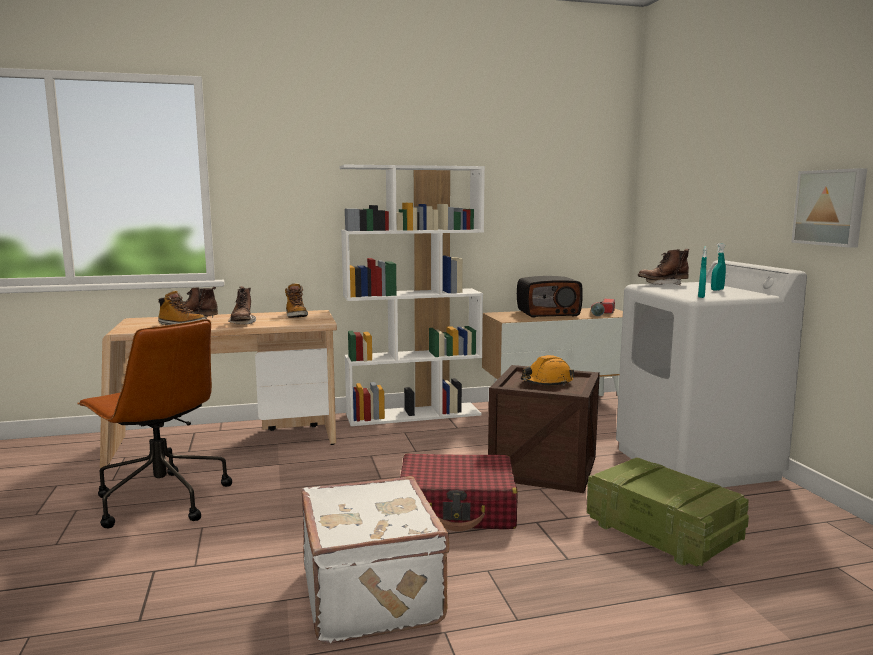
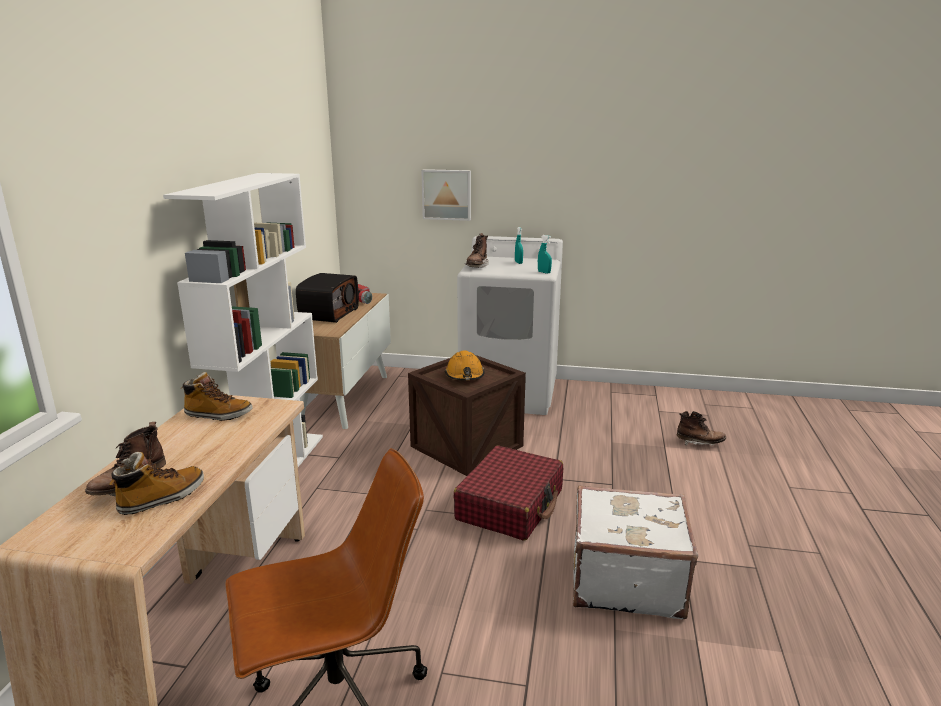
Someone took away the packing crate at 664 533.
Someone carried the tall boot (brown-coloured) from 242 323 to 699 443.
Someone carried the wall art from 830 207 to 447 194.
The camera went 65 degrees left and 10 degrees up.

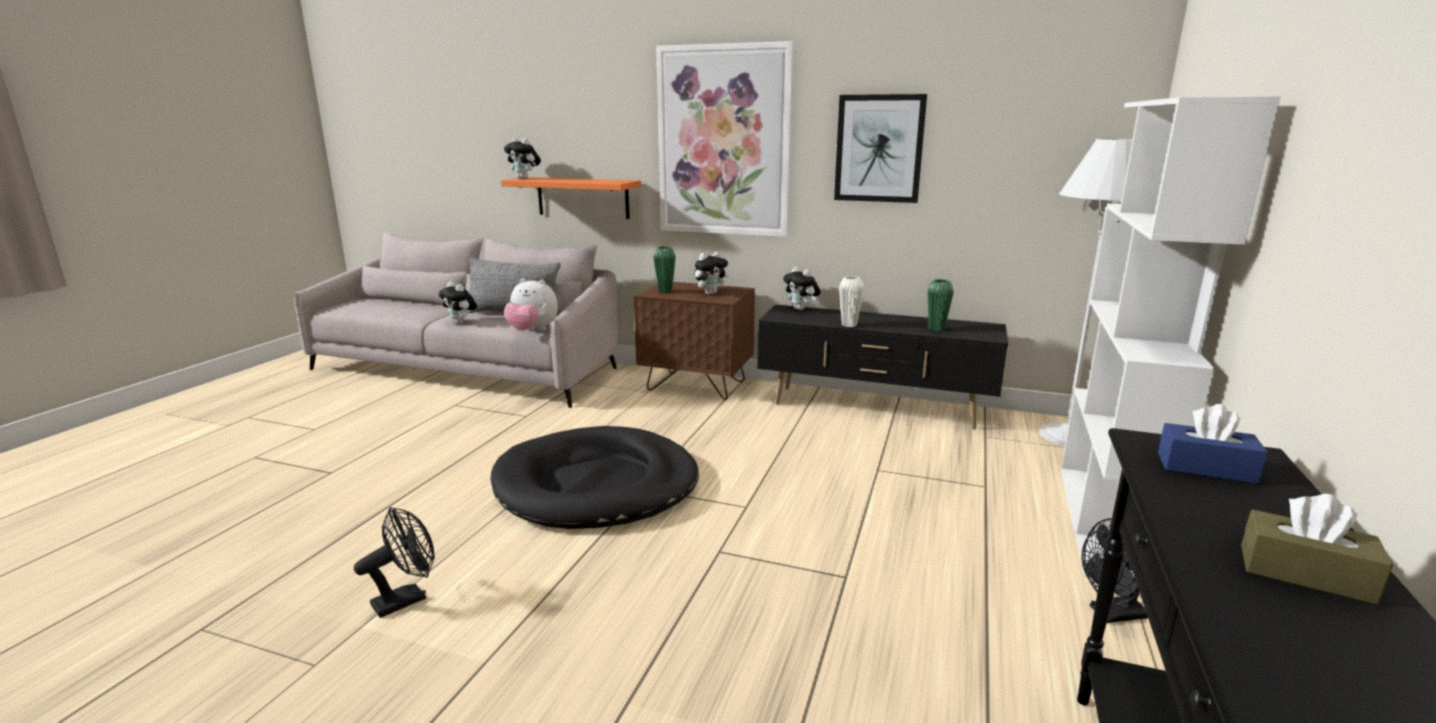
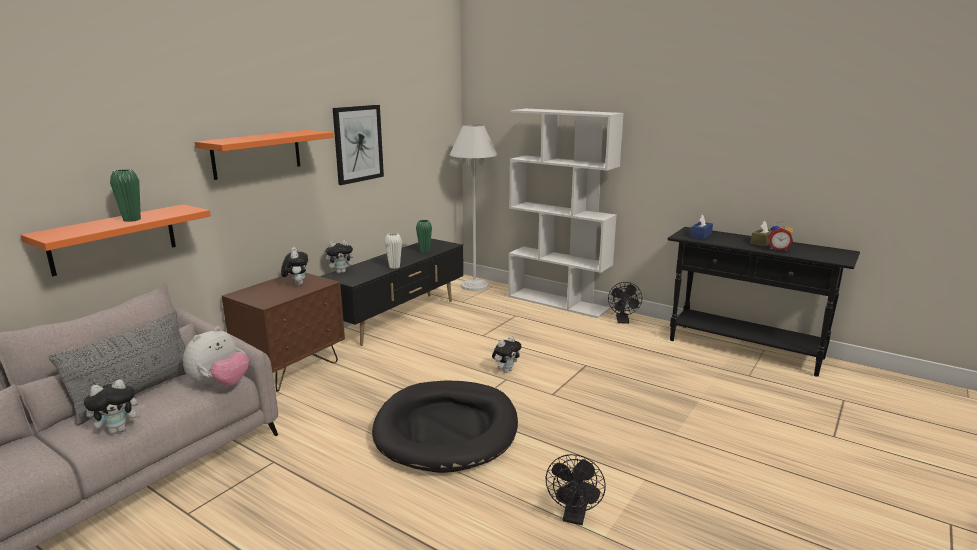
Someone put down the alarm clock at 778 249.
Someone carried the cuddly toy from 524 178 to 506 370.
Someone carried the decorative vase (greenish) from 665 291 to 132 220.
Someone swapped the wall art at 724 142 for the shelf (orange-coloured) at 257 154.
Someone rotated the cooling fan (black-coloured) at 407 598 by 135 degrees counterclockwise.
The camera went 75 degrees left and 0 degrees up.

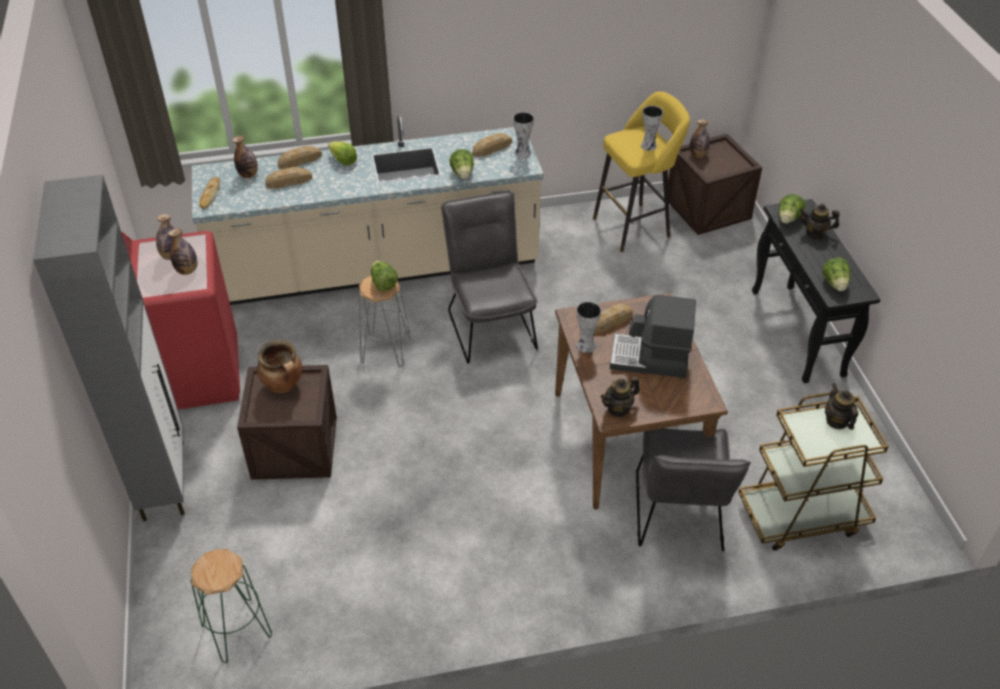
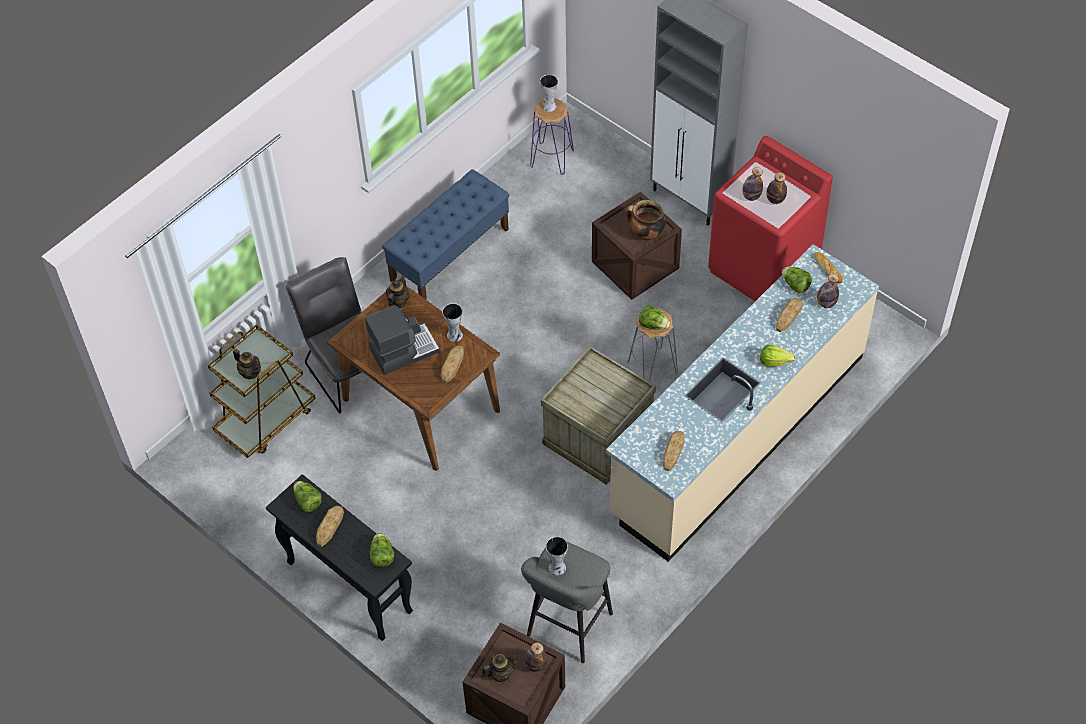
Someone put down the indoor bench (blue) at 450 254.
Someone carried the baked bread from 300 161 to 330 527.
Someone carried the lettuce head from 463 174 to 795 285.
Someone carried the decorative vase from 523 154 to 548 106.
Someone carried the pot for tea from 815 233 to 500 673.
Someone swapped the plain chair (grey) at 490 325 for the packing crate at 598 438.
Someone repainted the stool seat (greenish) at 236 630, which became the stool seat (purple-coloured) at 552 158.
Someone repainted the stool seat (yellowish) at 635 226, which became the stool seat (grey) at 567 628.
The camera went 145 degrees right and 10 degrees up.

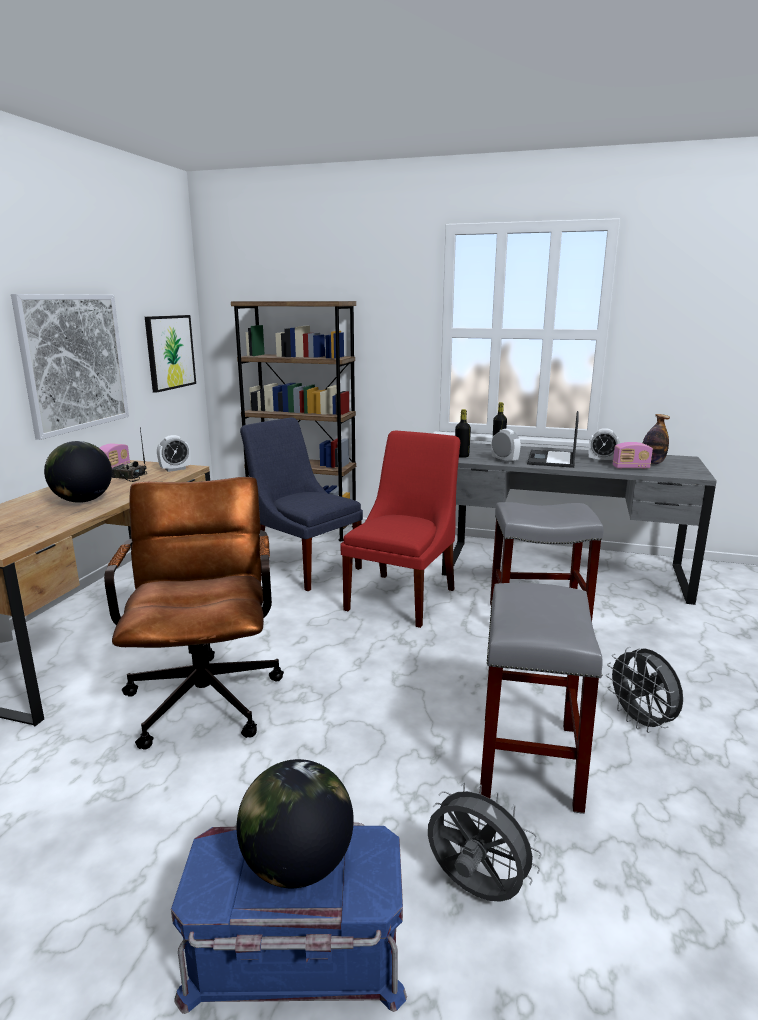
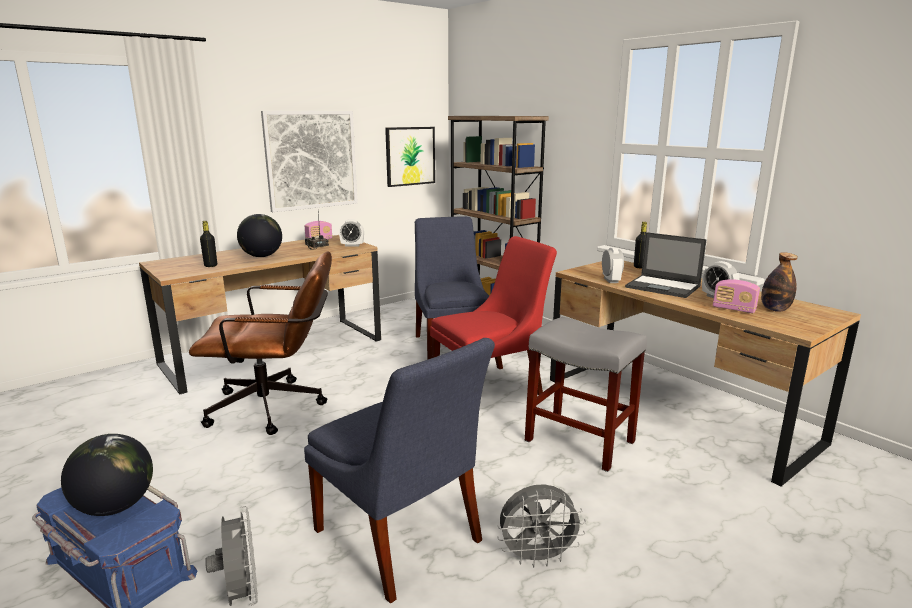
Someone carried the drink bottle (black-coloured) from 461 456 to 210 265.
Someone swapped the stool seat (grey) at 530 761 for the plain chair (blue) at 400 540.
Someone repainted the desk unit (grey) at 563 570, which became the desk unit (brown-coloured) at 674 409.
Someone rotated the computer chair (brown-coloured) at 206 692 by 60 degrees clockwise.
Someone rotated the notebook computer at 551 459 by 105 degrees counterclockwise.
Someone rotated the cooling fan (grey) at 641 722 by 105 degrees counterclockwise.
The camera went 35 degrees right and 0 degrees up.

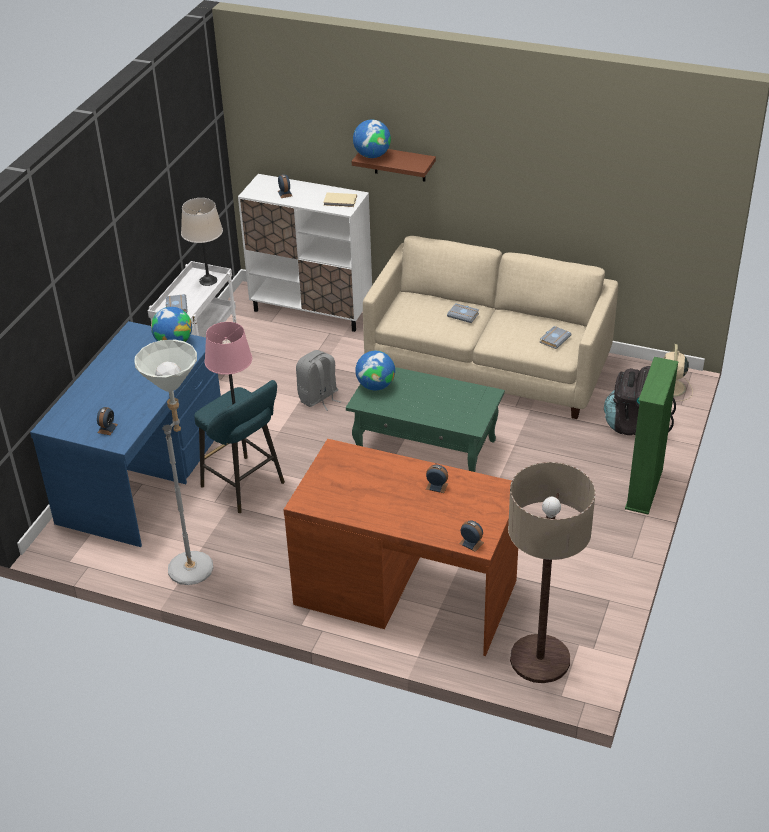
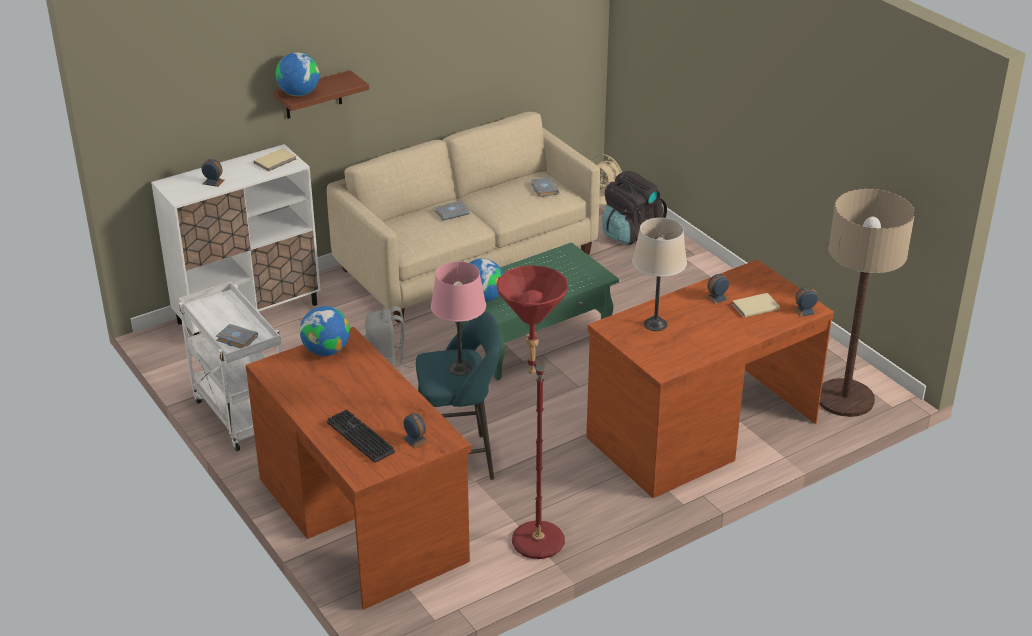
Someone took away the bookcase (greenish) at 644 489.
Someone put down the computer keyboard at 358 437.
Someone put down the volume (beige-coloured) at 754 306.
Someone carried the tabletop lamp (beige-coloured) from 208 280 to 655 324.
Someone repainted the desk unit (blue) at 144 475, which became the desk unit (brown-coloured) at 362 517.
Someone repainted the standing lamp (grey) at 196 562, which became the standing lamp (reddish) at 532 534.
The camera went 55 degrees left and 5 degrees down.

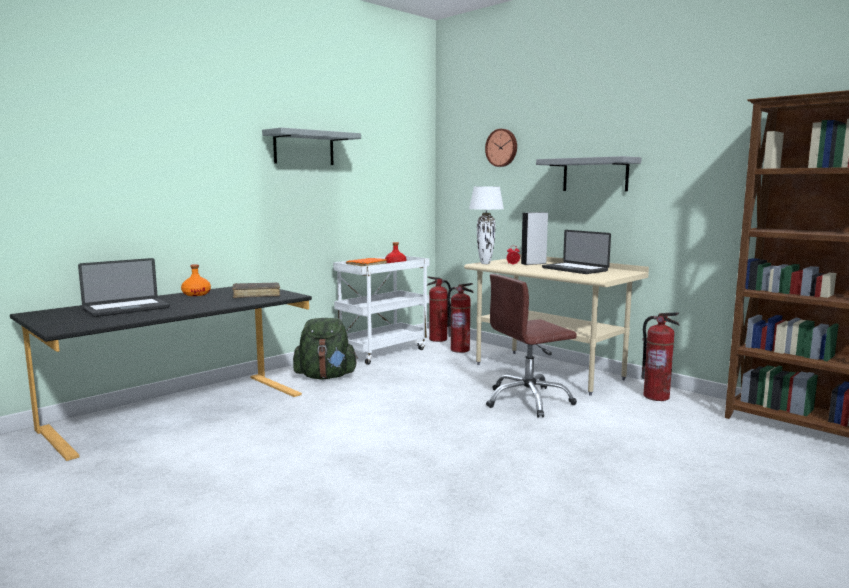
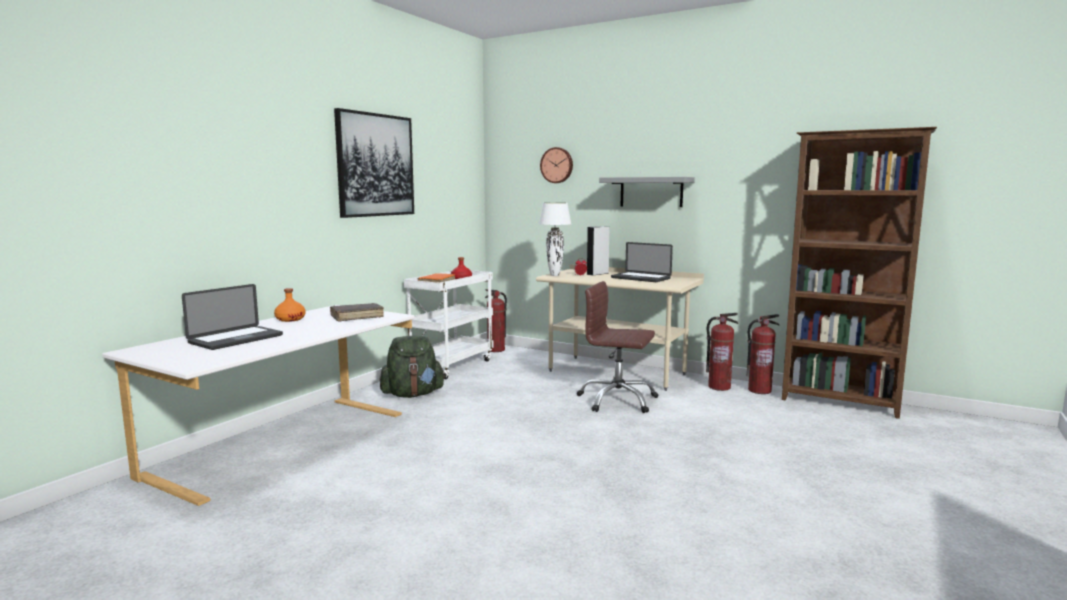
Someone carried the fire-fighting cylinder from 460 350 to 759 390.
Someone swapped the shelf (grey) at 304 148 for the wall art at 375 165.
Someone repainted the desk unit (black-coloured) at 180 413, which became the desk unit (white-coloured) at 287 444.
Someone rotated the computer chair (brown-coloured) at 528 401 by 60 degrees clockwise.
The camera went 15 degrees left and 0 degrees up.

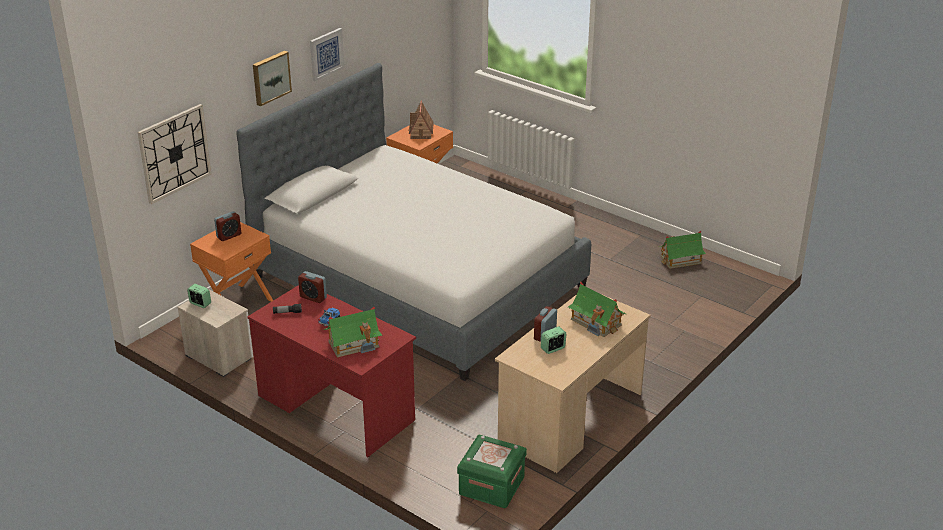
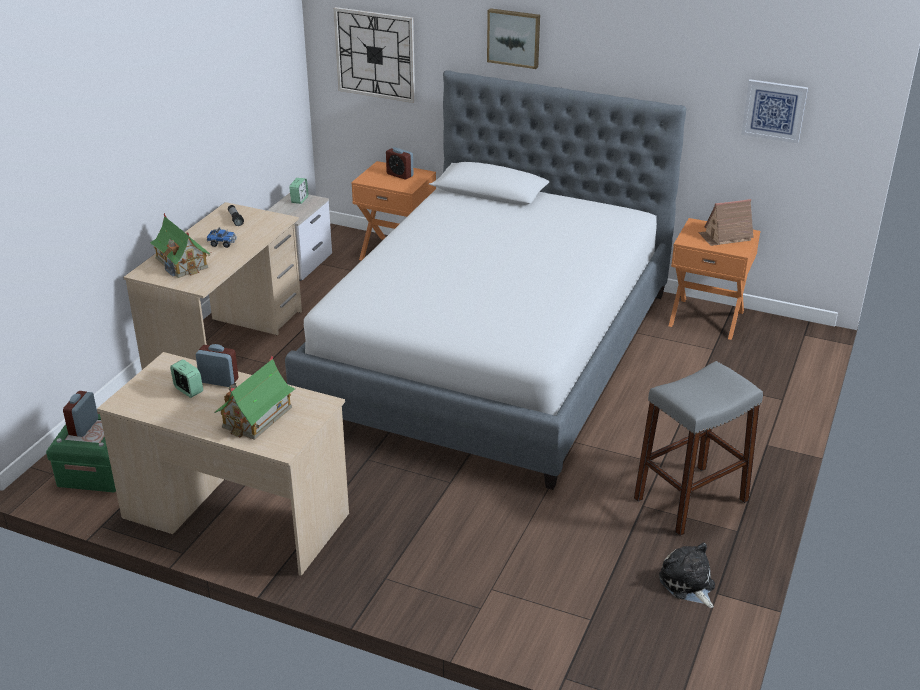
Someone put down the stool seat (grey) at 690 499.
Someone carried the alarm clock from 313 297 to 83 427.
Someone carried the wall art from 326 54 to 774 110.
Someone swapped the miniature house at 680 260 for the cuddly toy at 688 584.
Someone repainted the desk unit (reddish) at 335 408, which became the desk unit (beige-coloured) at 226 344.
The camera went 75 degrees right and 0 degrees up.

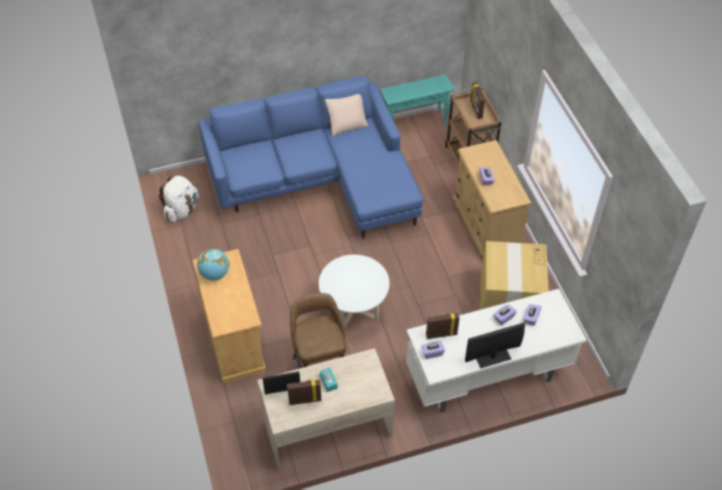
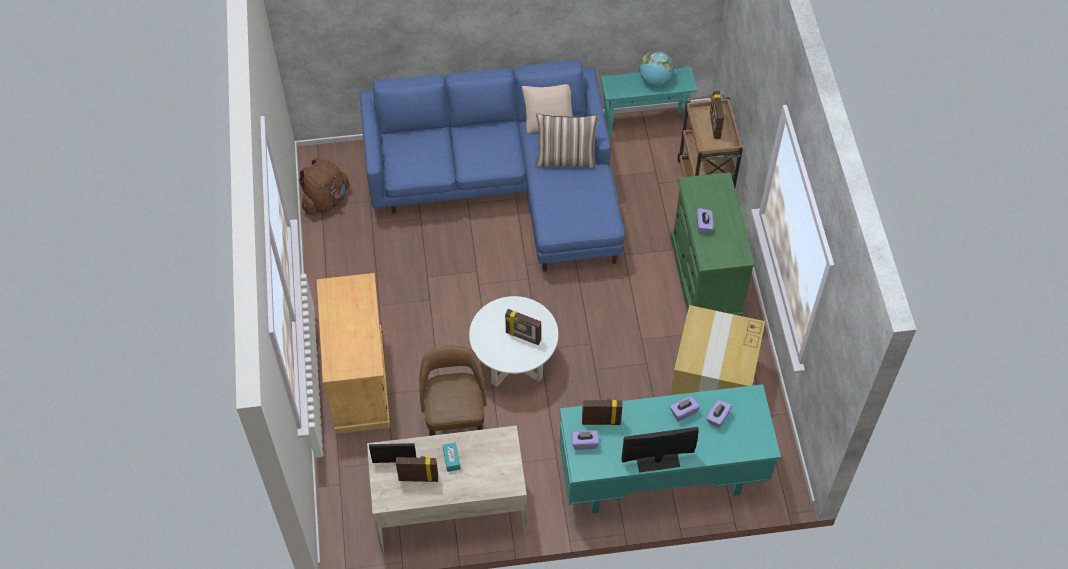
Someone put down the standing frame at 523 337.
Someone put down the cushion at 566 159.
Someone carried the desk globe from 215 274 to 655 79.
Someone repainted the knapsack (white-coloured) at 182 210, which became the knapsack (brown-coloured) at 326 200.
Someone repainted the desk unit (white-coloured) at 487 378, which became the desk unit (blue-green) at 661 479.
Someone repainted the drawer chest (beige-coloured) at 485 226, which became the drawer chest (greenish) at 705 278.
The camera went 10 degrees right and 5 degrees up.

